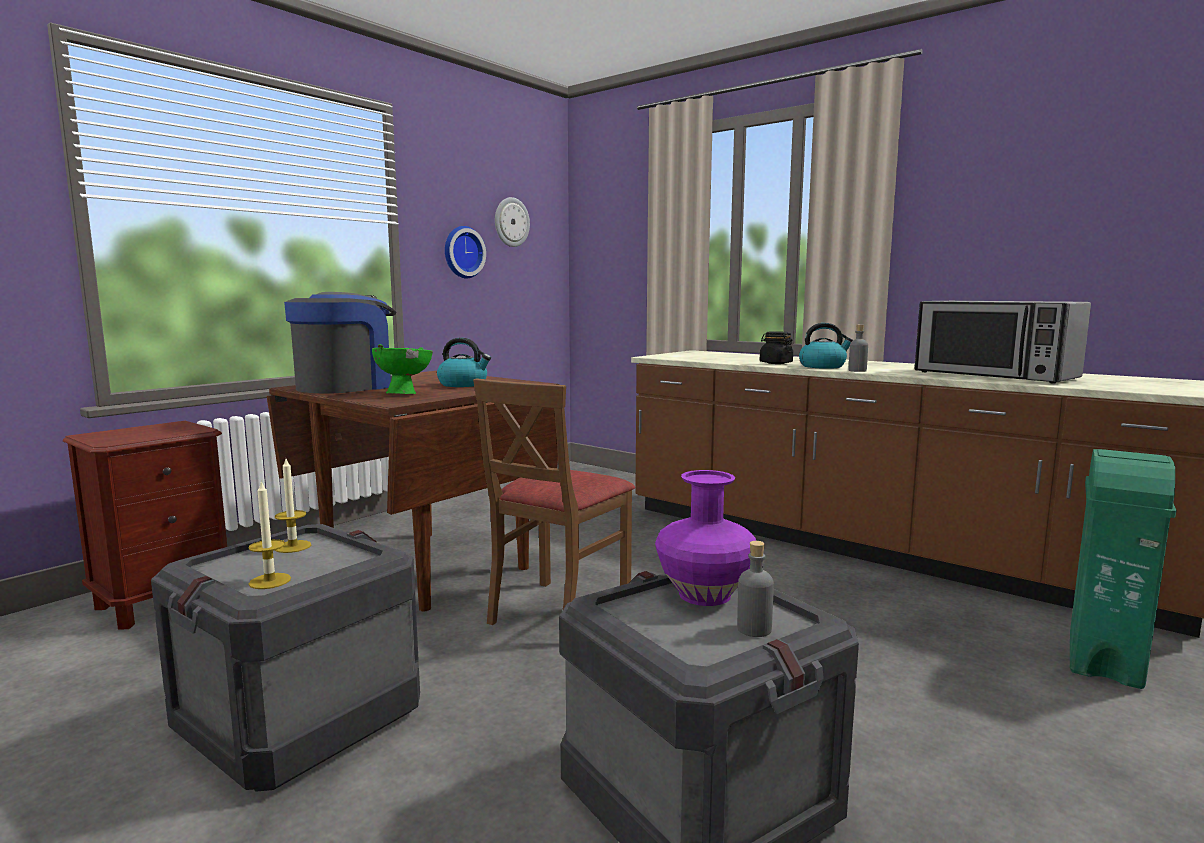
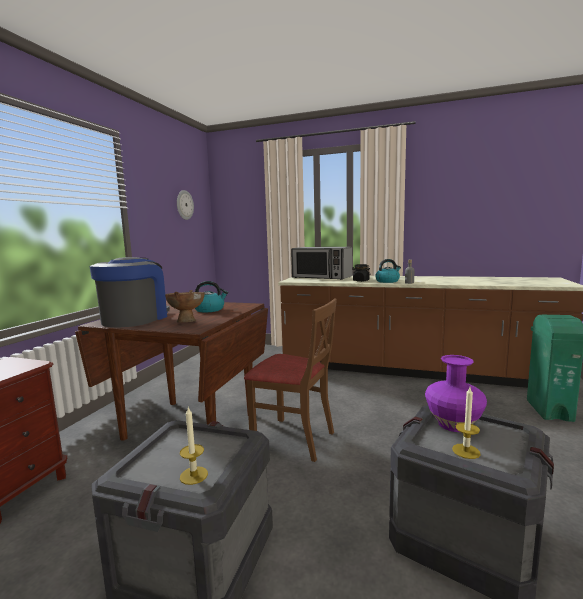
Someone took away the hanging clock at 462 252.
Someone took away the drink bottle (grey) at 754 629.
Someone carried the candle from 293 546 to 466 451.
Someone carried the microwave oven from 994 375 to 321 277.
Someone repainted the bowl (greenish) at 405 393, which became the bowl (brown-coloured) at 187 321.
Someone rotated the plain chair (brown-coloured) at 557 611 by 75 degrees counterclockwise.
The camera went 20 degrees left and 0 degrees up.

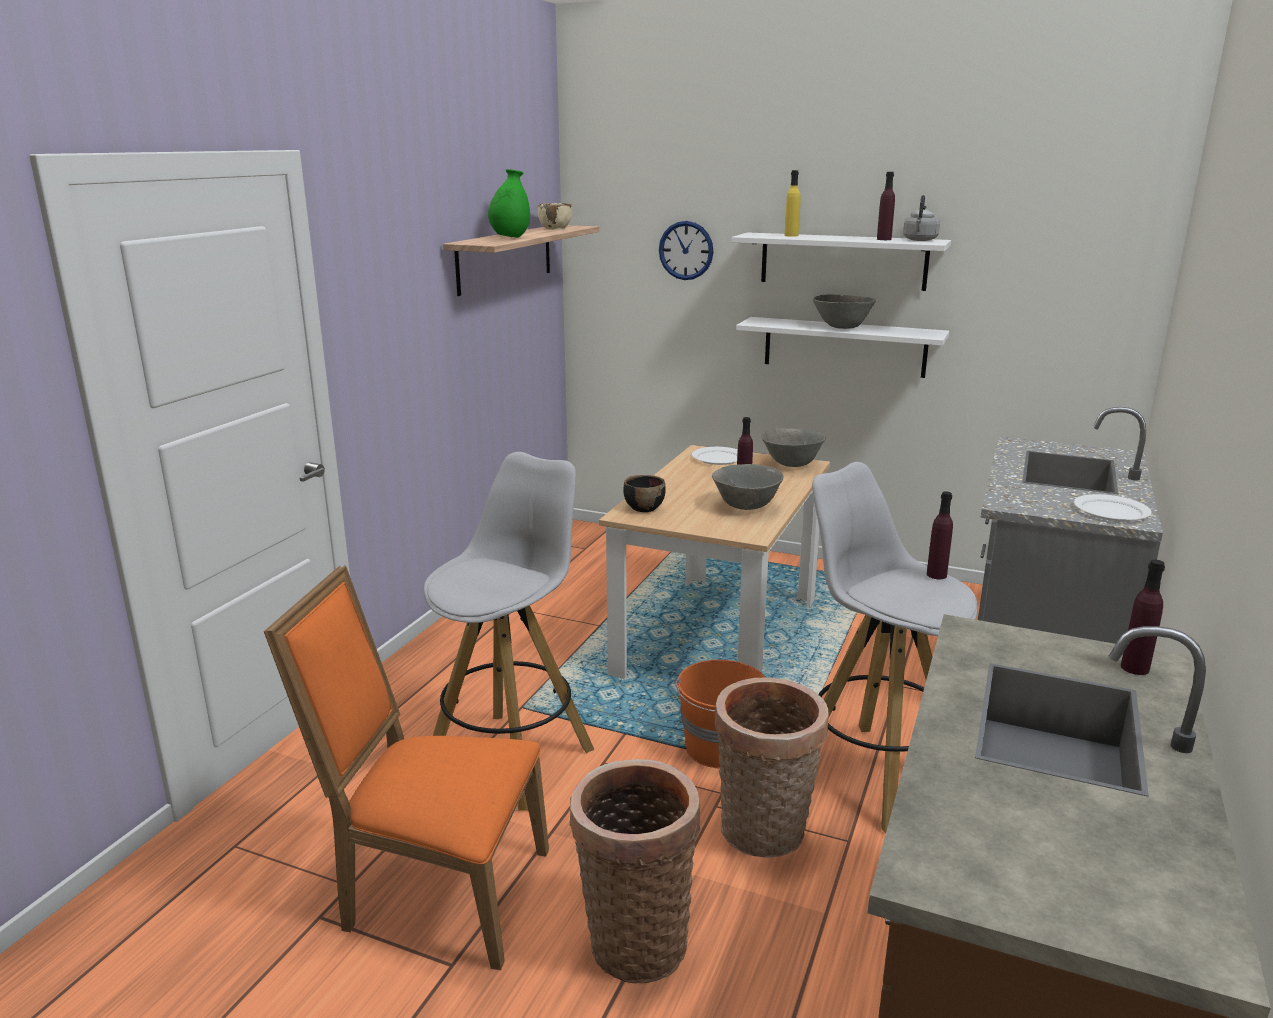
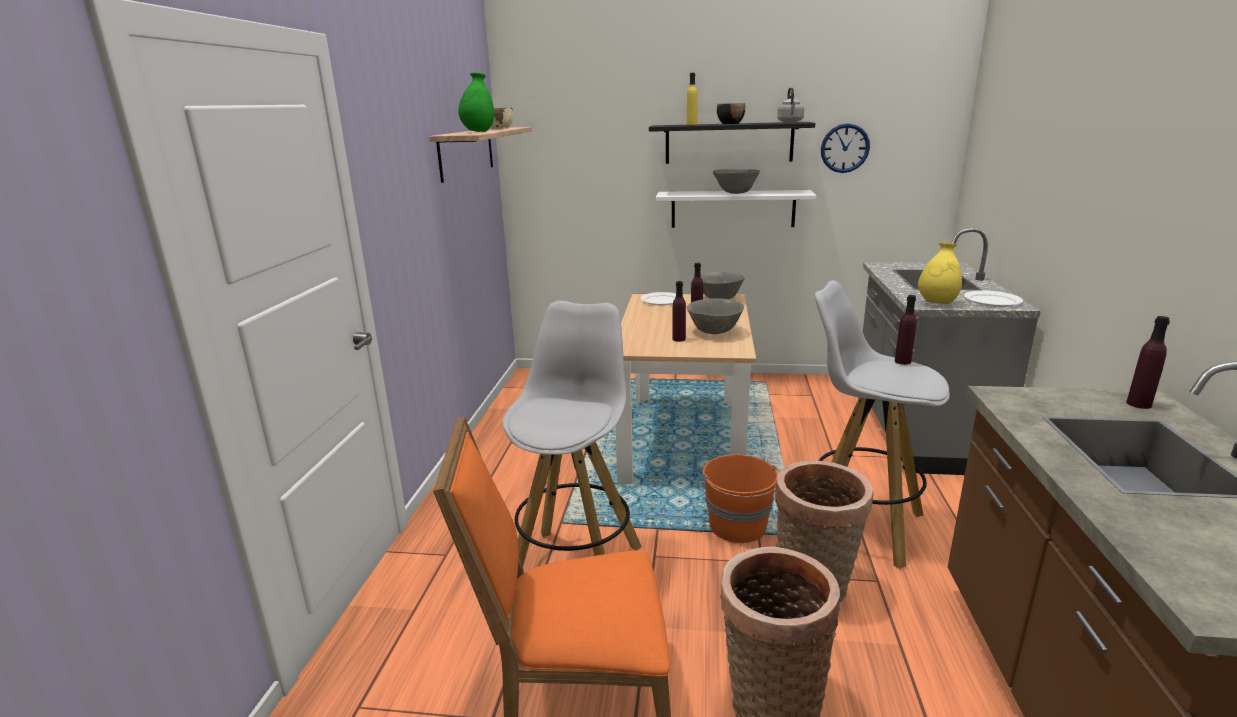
Someone put down the decorative vase (yellowish) at 937 303.
Someone carried the bowl (black-coloured) from 644 508 to 730 123.
Someone carried the hanging clock from 686 250 to 844 148.
Someone carried the drink bottle (purple-coloured) from 884 239 to 679 339.
Someone repainted the shelf (white-coloured) at 843 261, which became the shelf (black-coloured) at 729 143.
The camera went 15 degrees left and 0 degrees up.

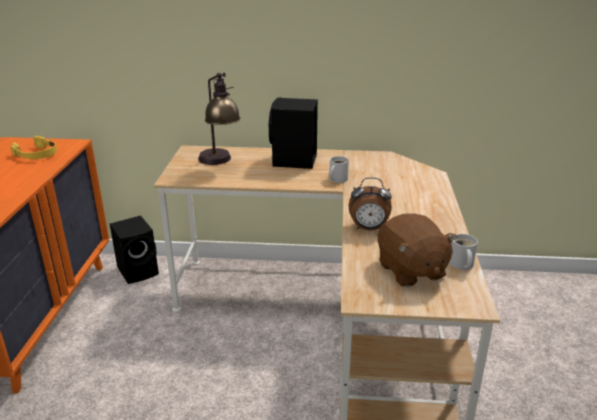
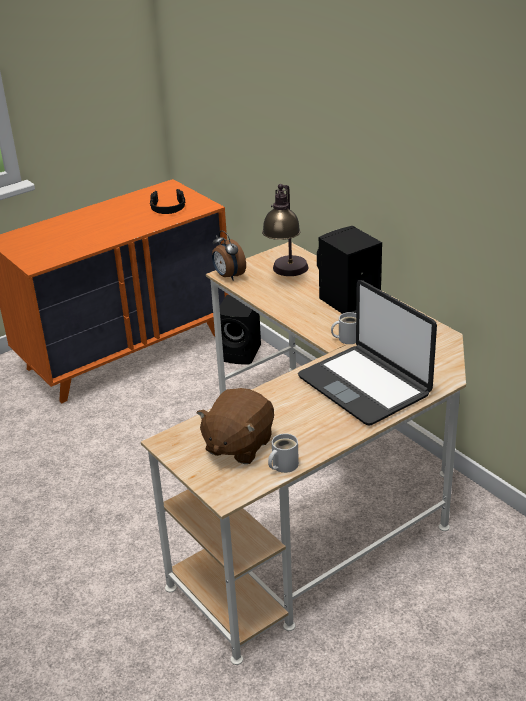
Someone put down the notebook computer at 365 385.
Someone carried the alarm clock from 368 229 to 228 276.
Someone repainted the headset (yellowish) at 37 154, which became the headset (black-coloured) at 168 208.
The camera went 50 degrees right and 5 degrees up.

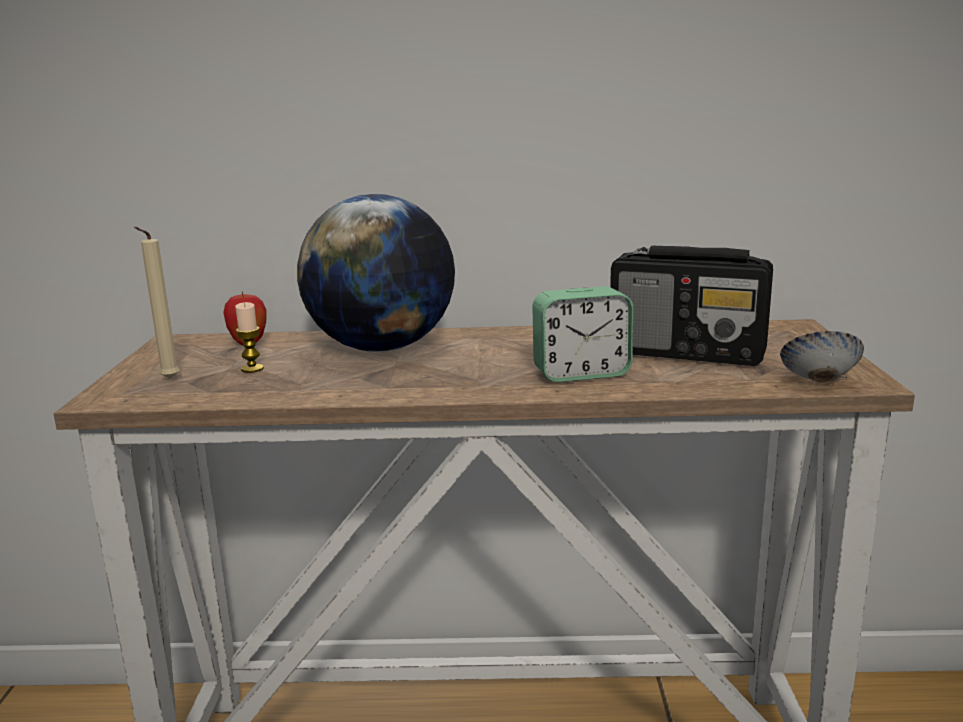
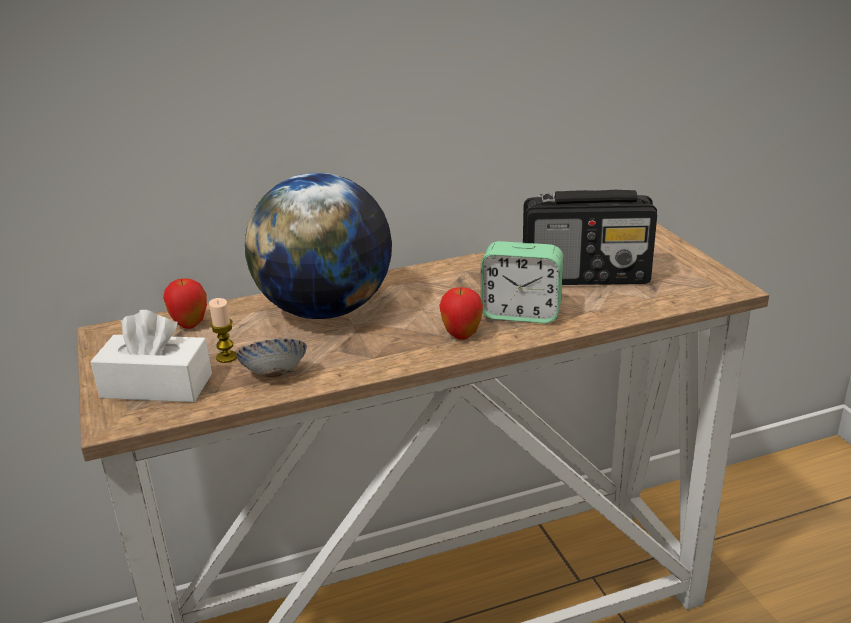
Someone put down the apple fruit at 461 335.
Someone carried the bowl from 818 382 to 275 375.
Someone swapped the candle (beige-coloured) at 168 380 for the box of tissues (white-coloured) at 156 386.
Someone rotated the alarm clock at 581 373 by 45 degrees clockwise.
The camera went 20 degrees left and 10 degrees up.

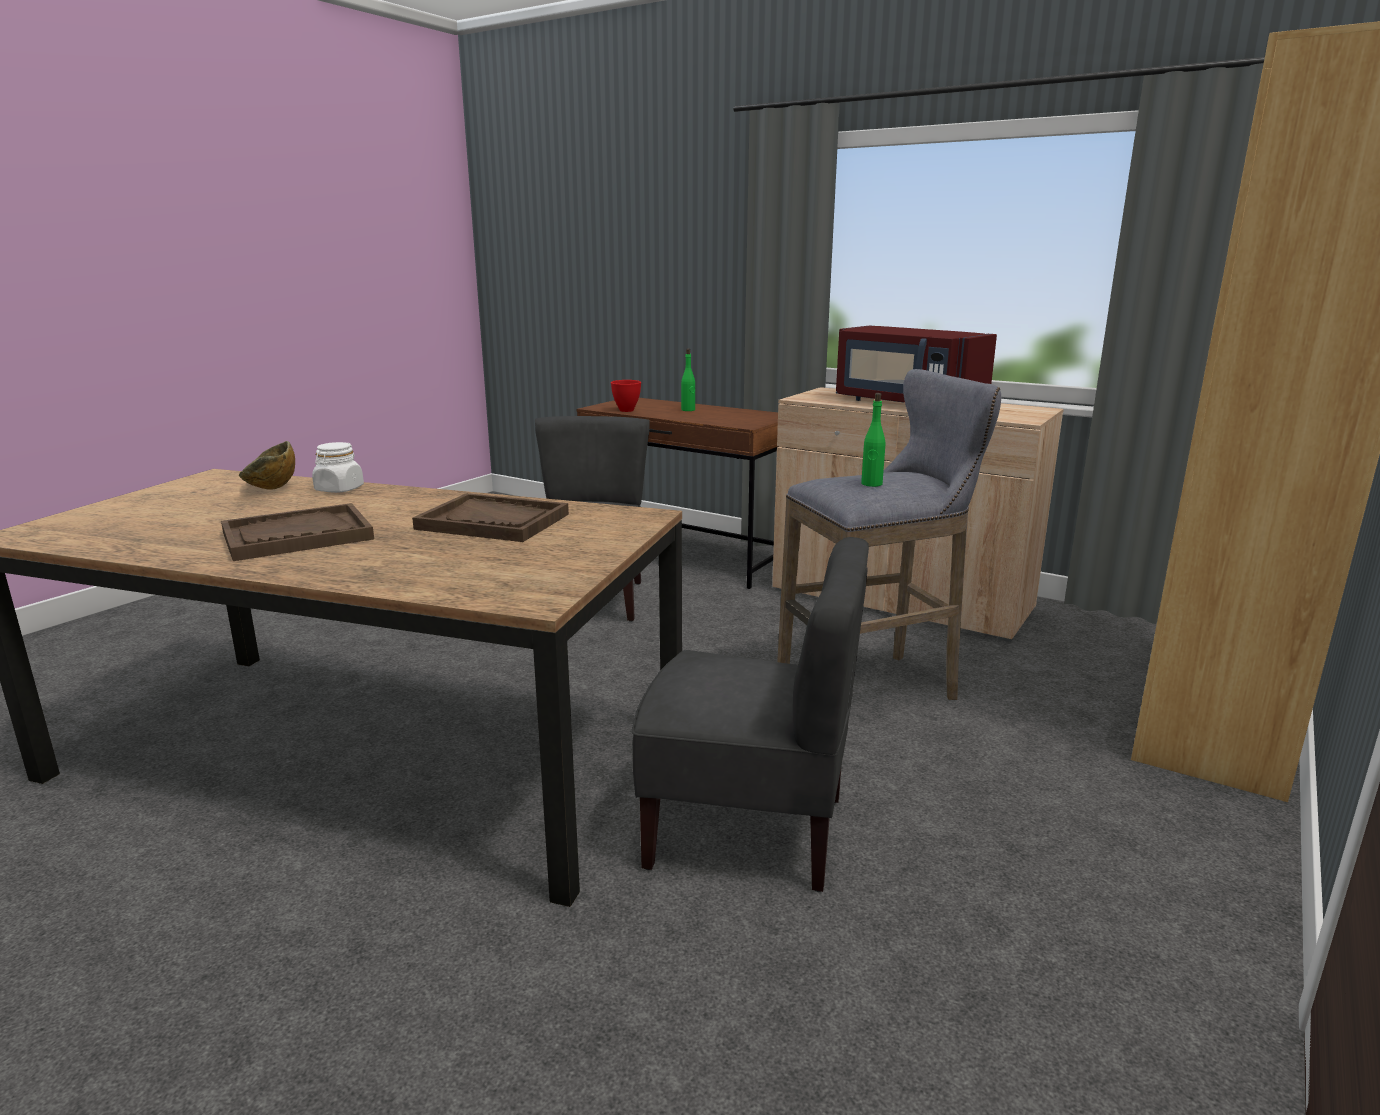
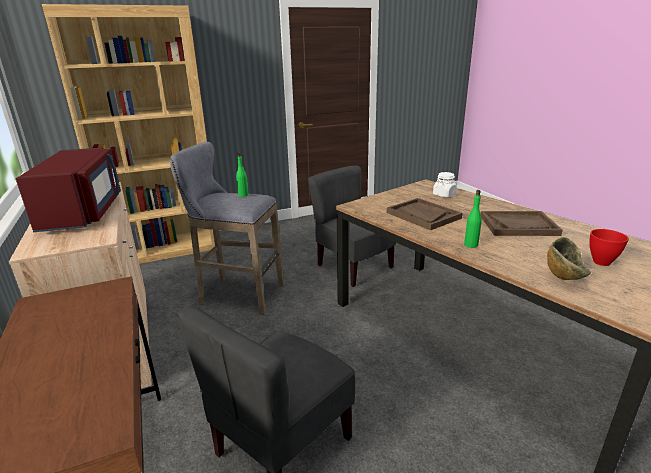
Someone carried the preserve jar (white-coloured) from 339 489 to 444 195.
Someone carried the bowl (reddish) from 626 410 to 601 262.
Someone carried the drink bottle (greenish) from 688 410 to 471 245.
The camera went 145 degrees left and 5 degrees up.

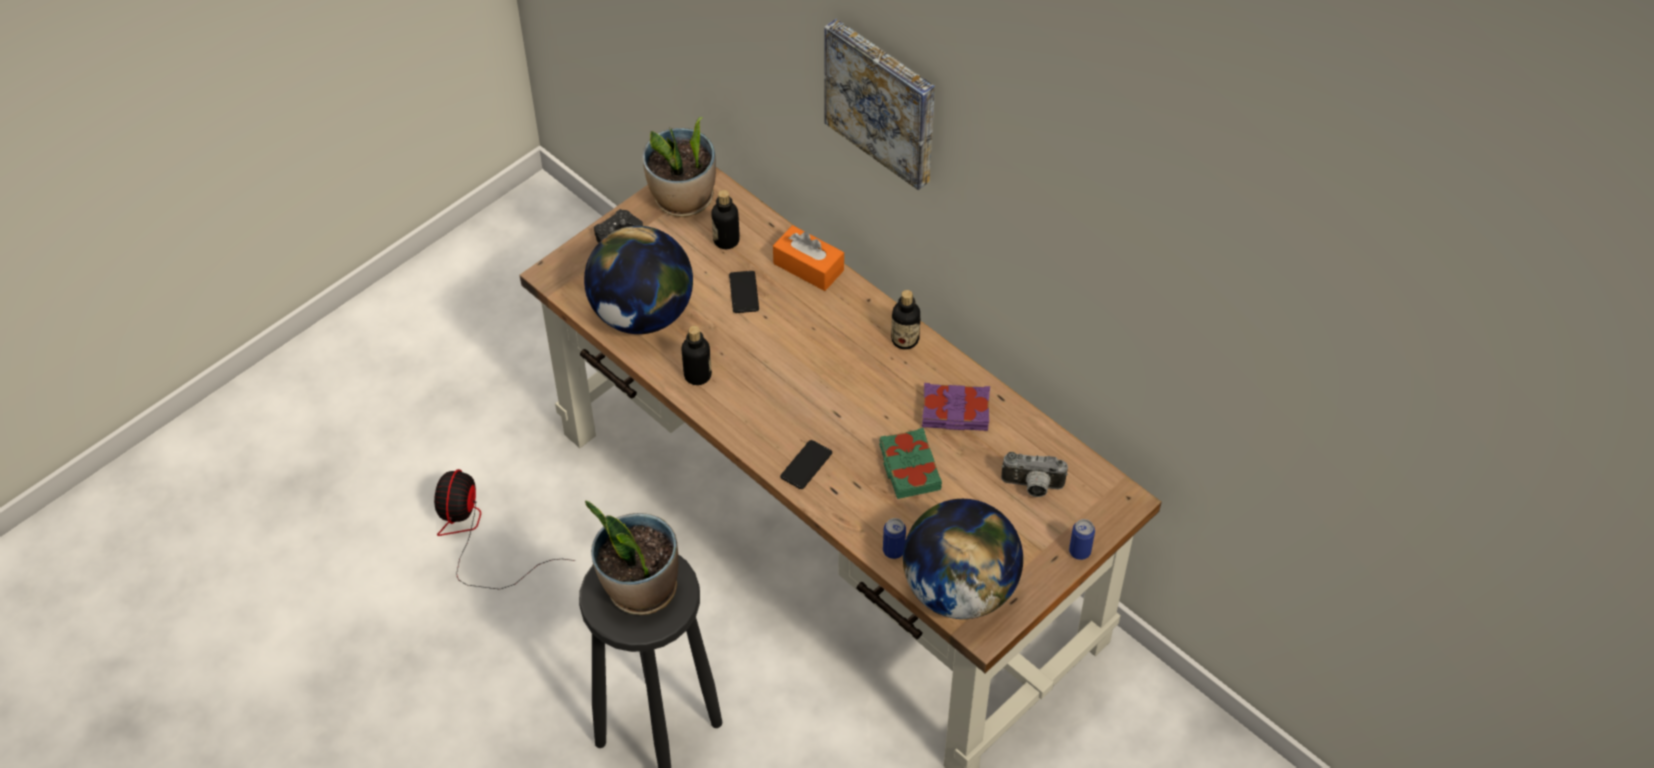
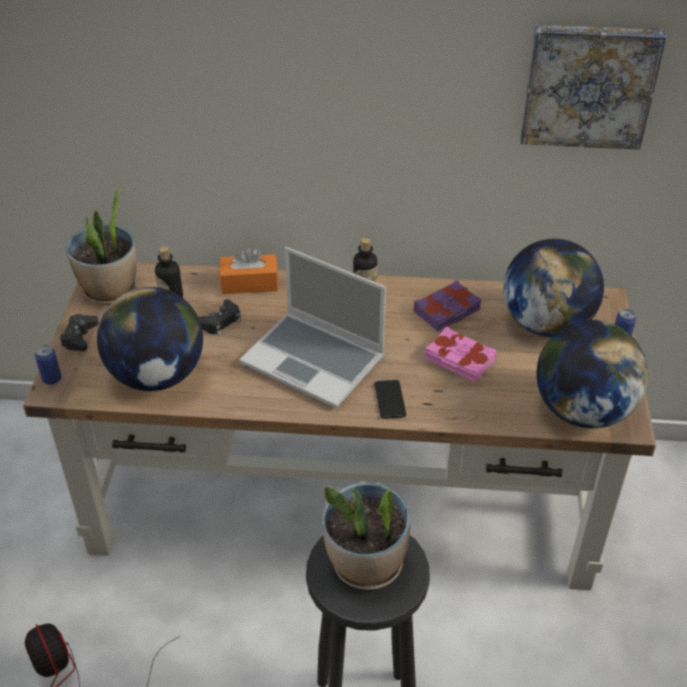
Someone took away the drink bottle at 697 375.
Someone put down the notebook computer at 315 361.
Someone carried the wall art from 883 101 to 588 85.
Someone carried the sealed can from 893 551 to 52 379.
Someone swapped the telephone at 744 292 for the gamepad (black-coloured) at 220 322.
Someone swapped the still camera at 1032 487 for the desk globe at 546 324.
Someone repainted the volume (greenish) at 909 468, which became the volume (pink-coloured) at 459 360.
The camera went 40 degrees left and 10 degrees down.

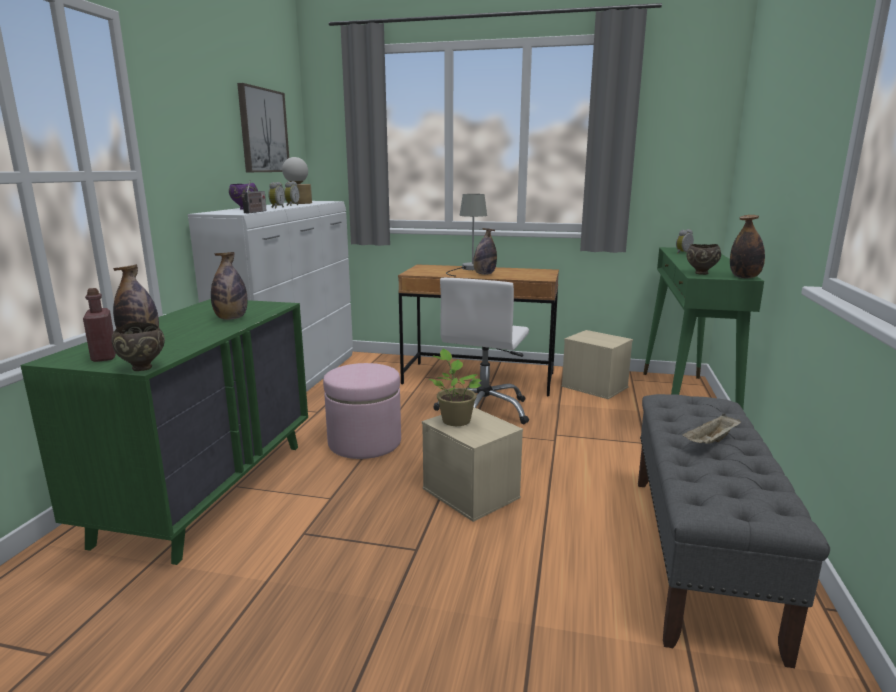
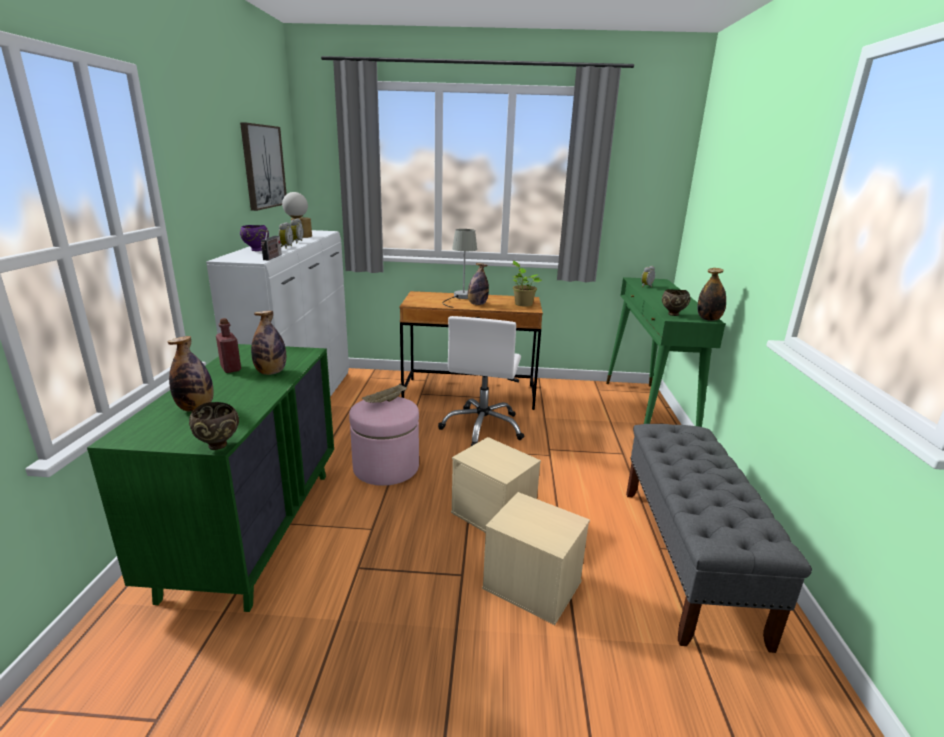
Someone carried the drink bottle (reddish) from 104 357 to 231 368.
Someone carried the potted plant from 455 420 to 522 304.
Someone carried the storage bin (beige-coloured) from 593 387 to 530 585.
Someone carried the serving tray (beige-coloured) from 711 442 to 385 401.
The camera went 10 degrees left and 5 degrees up.

